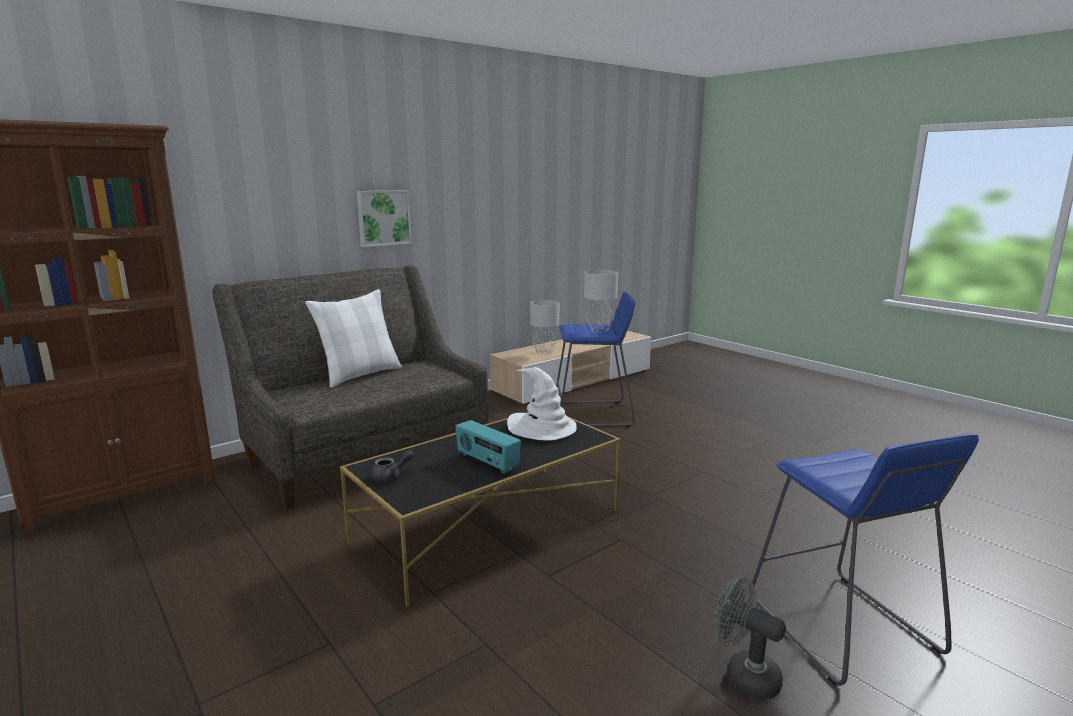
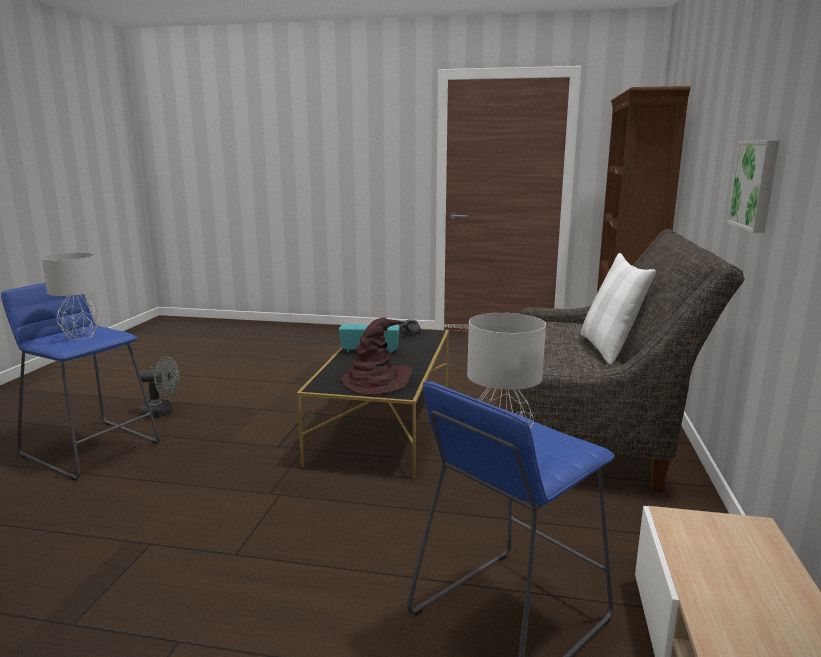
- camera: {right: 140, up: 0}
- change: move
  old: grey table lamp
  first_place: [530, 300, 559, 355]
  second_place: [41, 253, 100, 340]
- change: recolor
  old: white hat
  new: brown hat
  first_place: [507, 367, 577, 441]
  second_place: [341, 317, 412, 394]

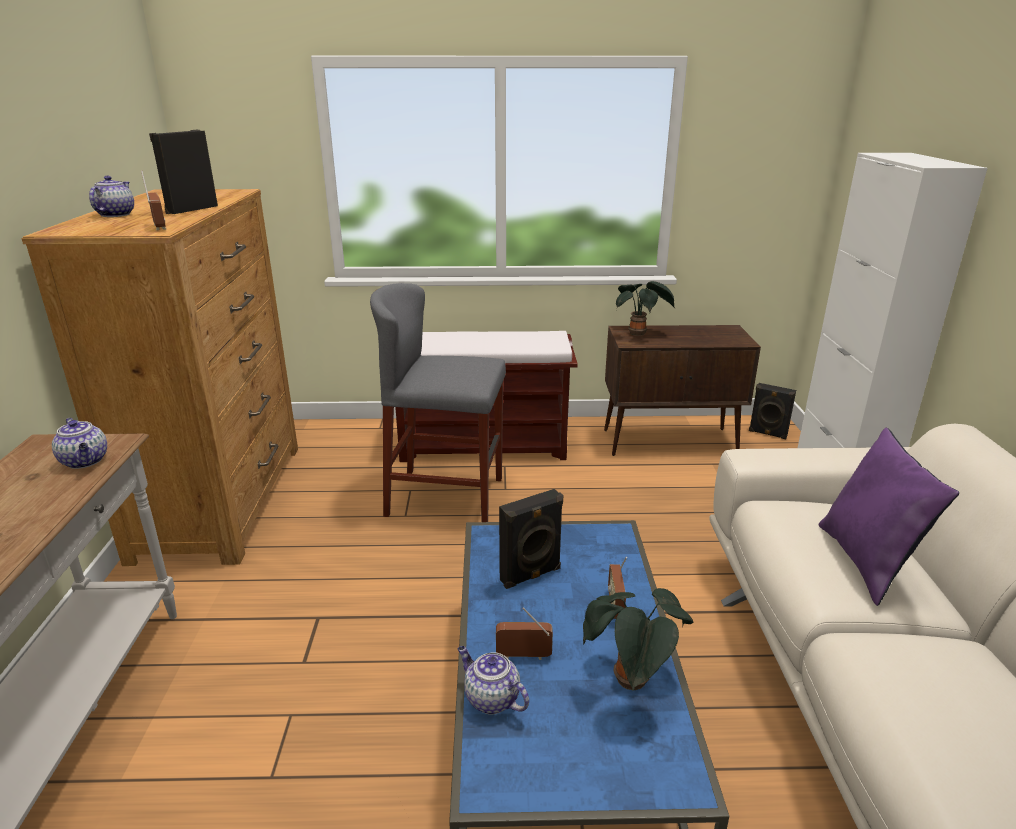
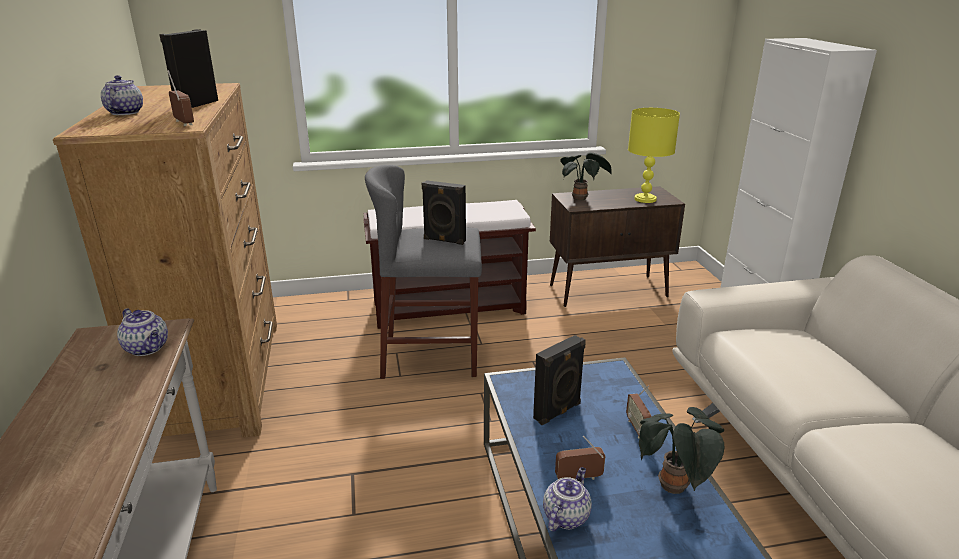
- camera: {right: -10, up: 0}
- change: move
  old: black speaker
  first_place: [749, 383, 796, 439]
  second_place: [422, 180, 466, 245]
- change: rotate
  old: teapot
  first_place: [458, 646, 529, 715]
  second_place: [543, 467, 592, 532]
  degrees: 90
- change: insert
  new: yellow table lamp
  second_place: [628, 108, 680, 203]
- change: delete
  old: purple pillow
  first_place: [819, 428, 959, 606]

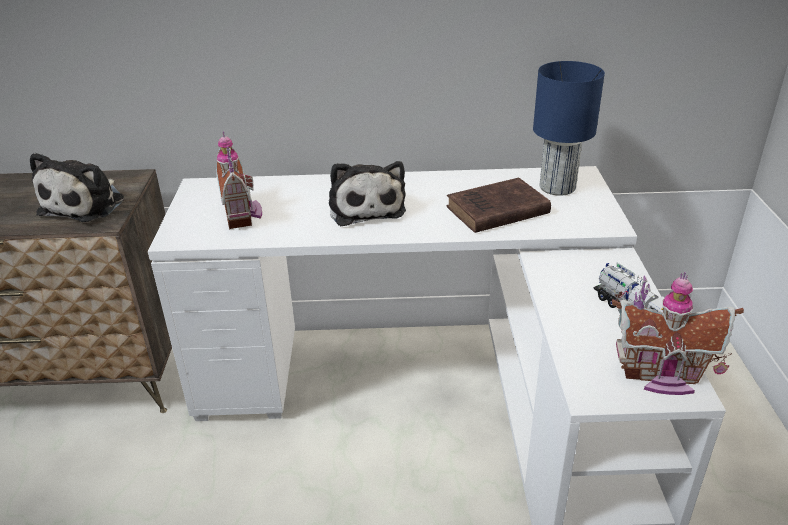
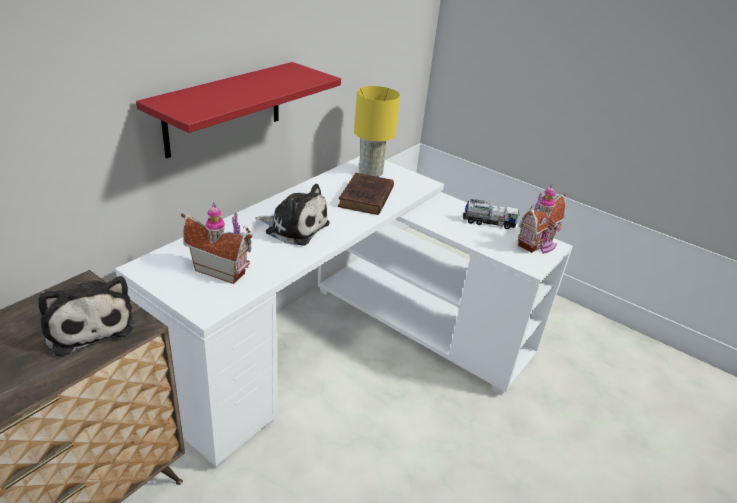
- camera: {right: -55, up: 0}
- change: insert
  new: red shelf
  second_place: [136, 62, 341, 158]
- change: recolor
  old: blue table lamp
  new: yellow table lamp
  first_place: [533, 61, 605, 196]
  second_place: [354, 86, 400, 177]

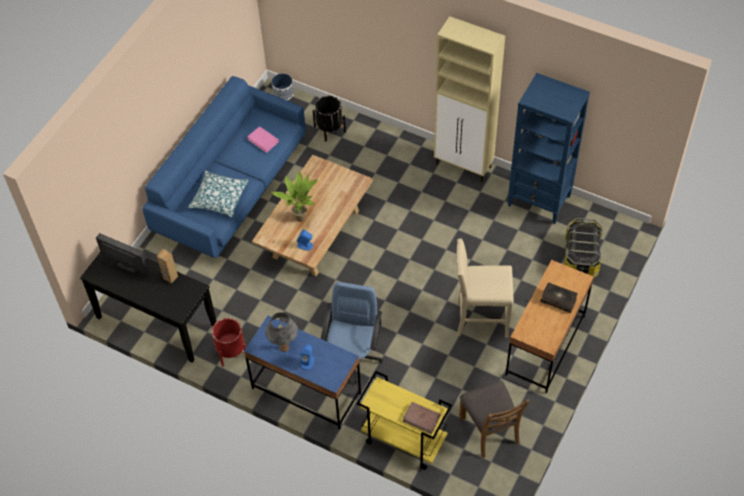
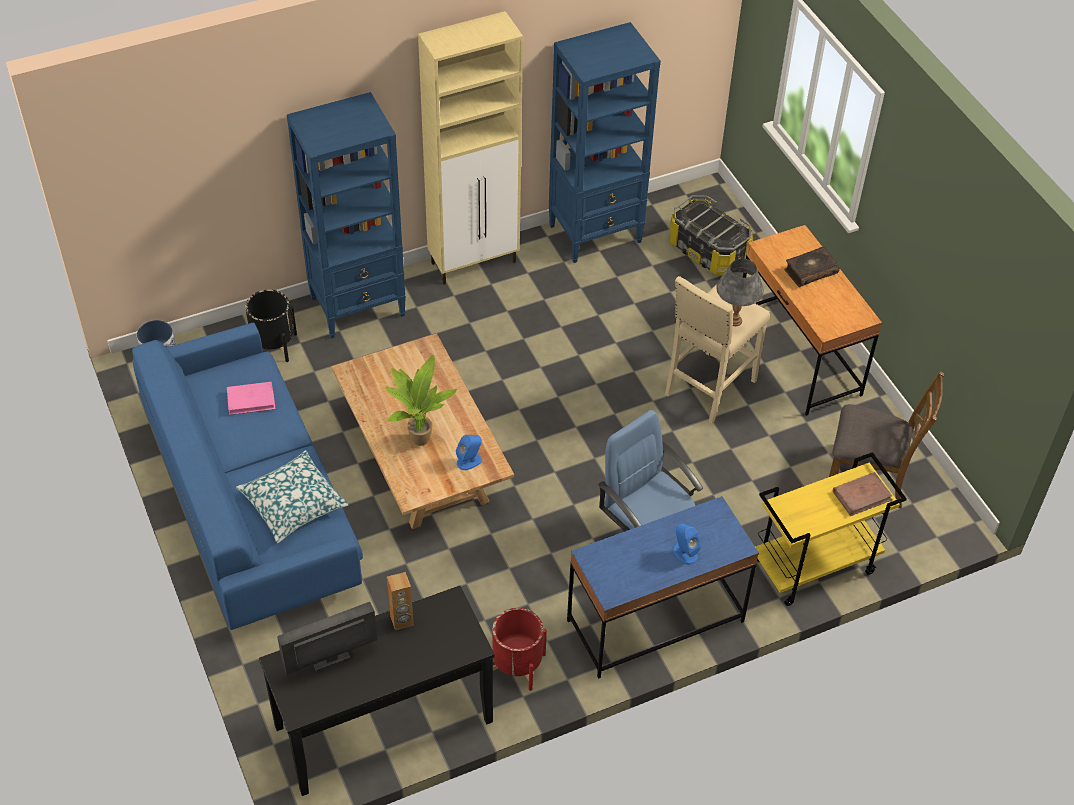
- camera: {right: -55, up: -5}
- change: insert
  new: blue bookcase
  second_place: [287, 92, 406, 339]
- change: move
  old: grey table lamp
  first_place: [265, 312, 298, 352]
  second_place: [716, 259, 764, 326]

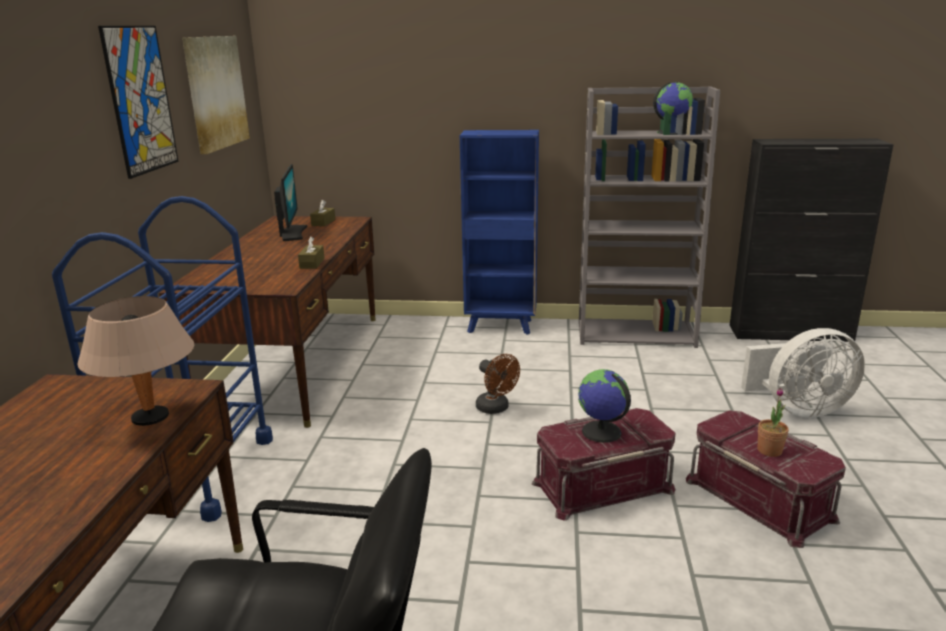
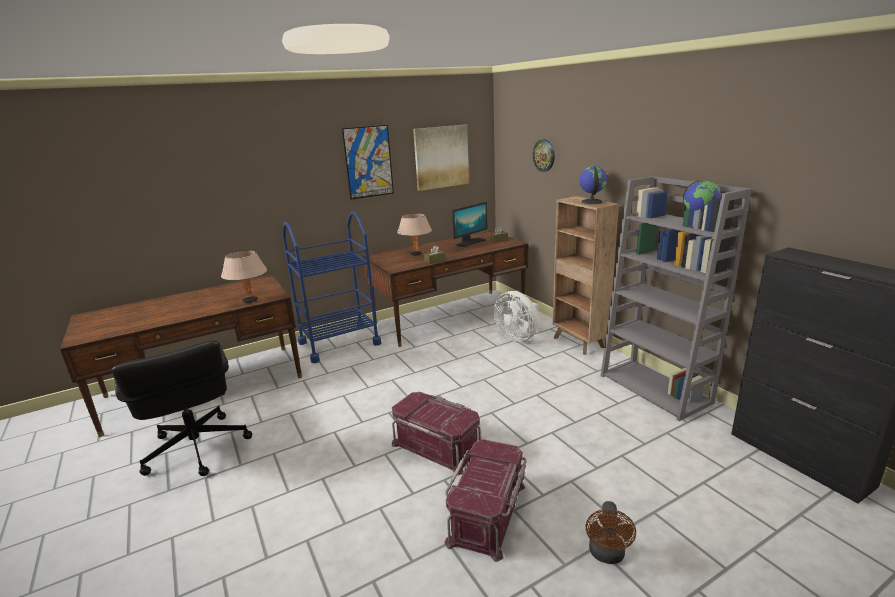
- camera: {right: 55, up: 0}
- change: insert
  new: beige table lamp
  second_place: [397, 213, 432, 256]
- change: move
  old: white fan
  first_place: [741, 328, 865, 418]
  second_place: [494, 291, 539, 342]
- change: insert
  new: wall clock
  second_place: [533, 139, 555, 172]
- change: recolor
  old: blue bookcase
  new: brown bookcase
  first_place: [460, 130, 539, 335]
  second_place: [553, 196, 619, 355]
- change: move
  old: globe
  first_place: [578, 369, 631, 442]
  second_place: [579, 166, 607, 205]
- change: move
  old: brown fan
  first_place: [476, 354, 520, 414]
  second_place: [586, 501, 636, 564]
- change: delete
  old: potted plant
  first_place: [758, 388, 789, 457]

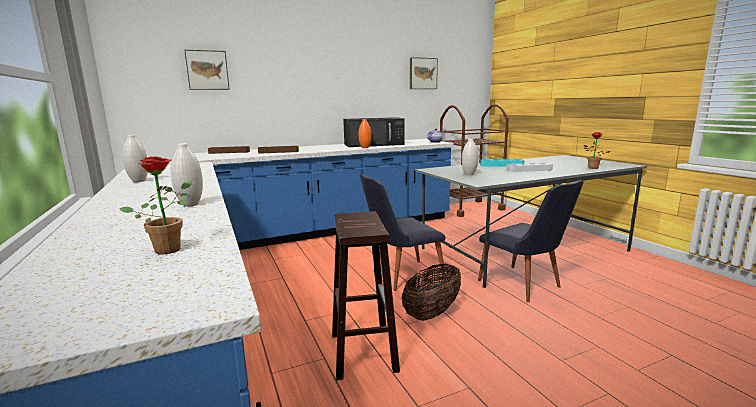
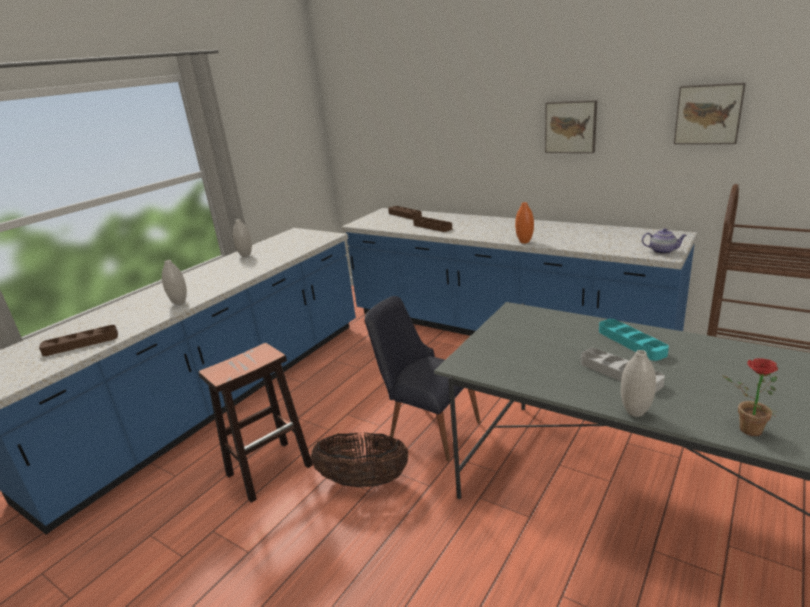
- camera: {right: 60, up: 10}
- change: replace
  old: potted plant
  new: brown tray
  first_place: [120, 156, 192, 255]
  second_place: [39, 325, 118, 356]
- change: move
  old: picture
  first_place: [184, 50, 229, 90]
  second_place: [545, 100, 597, 153]
- change: move
  old: white vase
  first_place: [462, 139, 478, 175]
  second_place: [621, 350, 656, 417]
- change: delete
  old: black microwave
  first_place: [343, 117, 405, 147]
- change: delete
  old: black chair
  first_place: [478, 180, 584, 302]

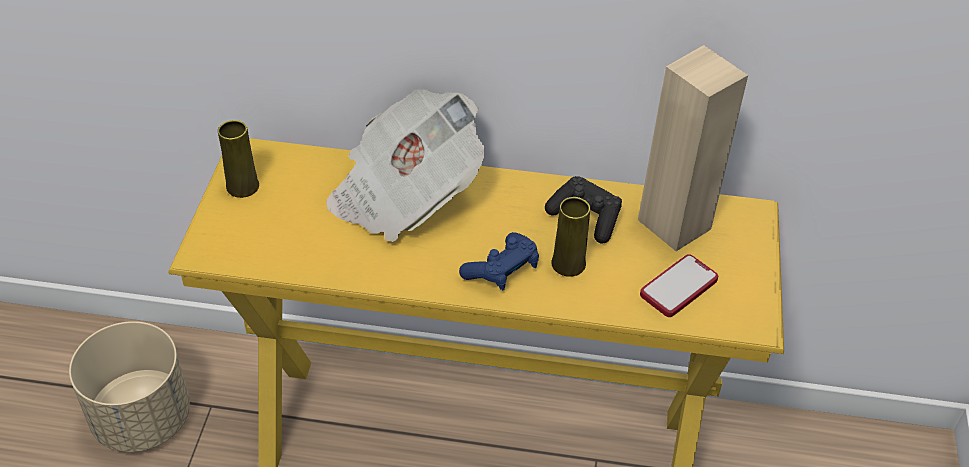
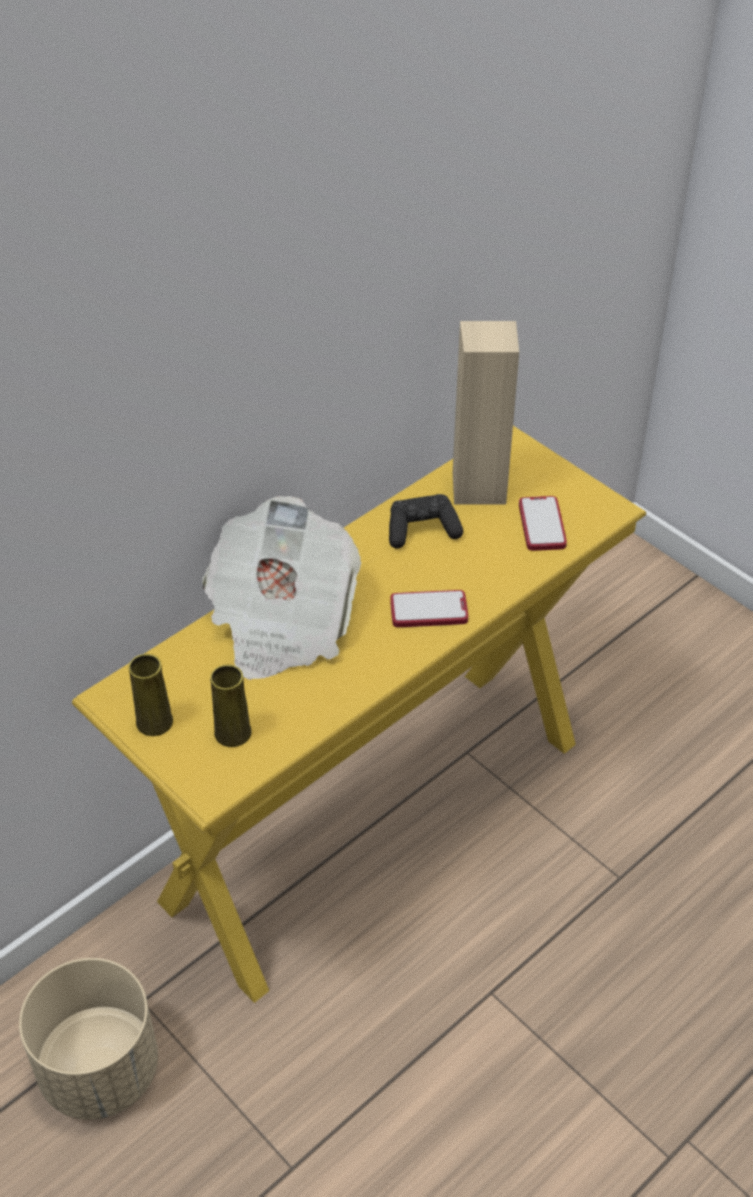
- camera: {right: -50, up: 0}
- change: move
  old: yellow vase
  first_place: [551, 197, 590, 277]
  second_place: [210, 664, 252, 747]
- change: replace
  old: blue game controller
  new: phone
  first_place: [459, 232, 539, 290]
  second_place: [390, 590, 468, 627]

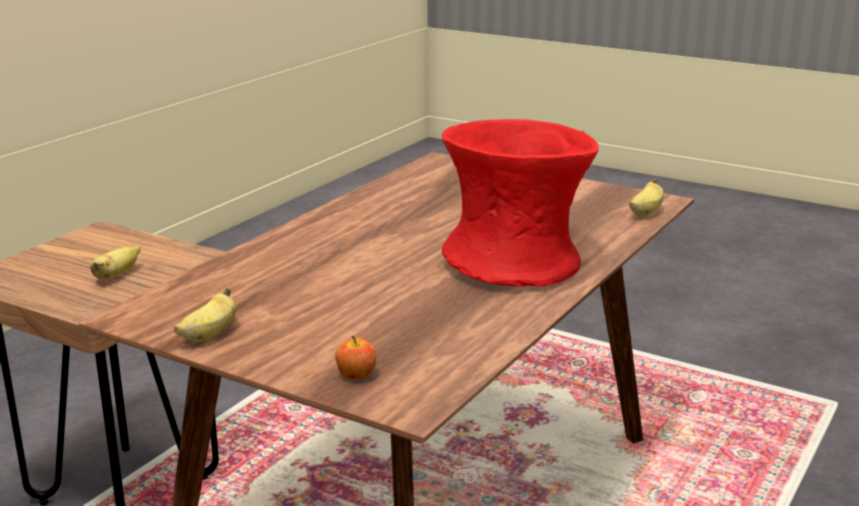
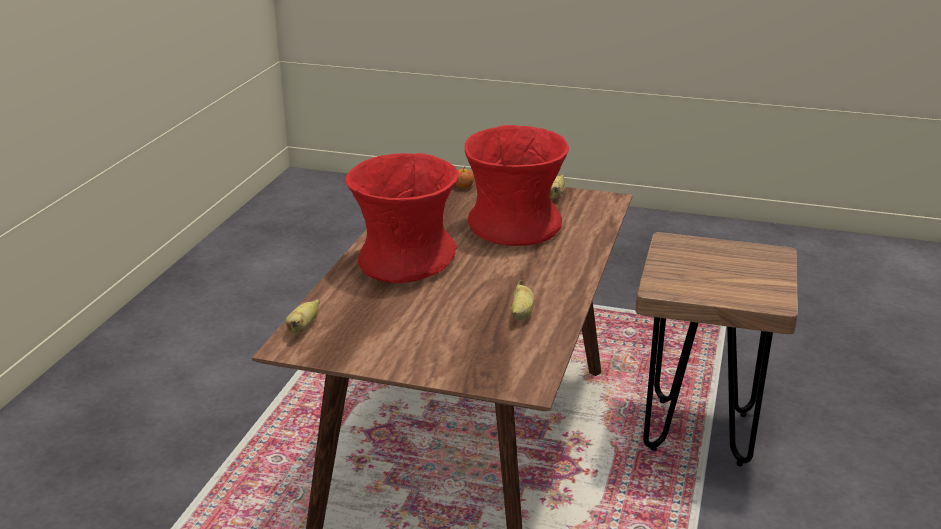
- camera: {right: 165, up: 5}
- change: insert
  new: red vase
  second_place: [465, 125, 569, 246]
- change: move
  old: banana
  first_place: [90, 246, 140, 280]
  second_place: [511, 280, 534, 320]

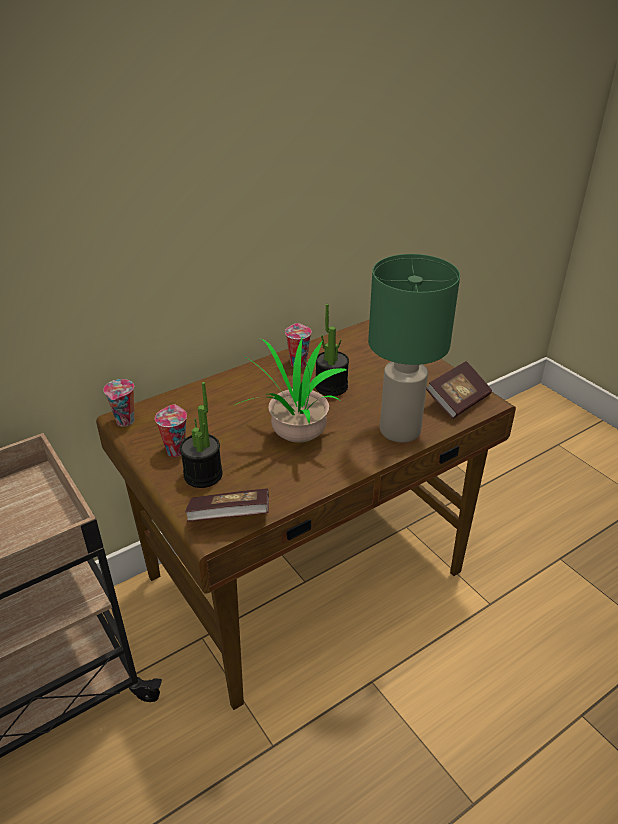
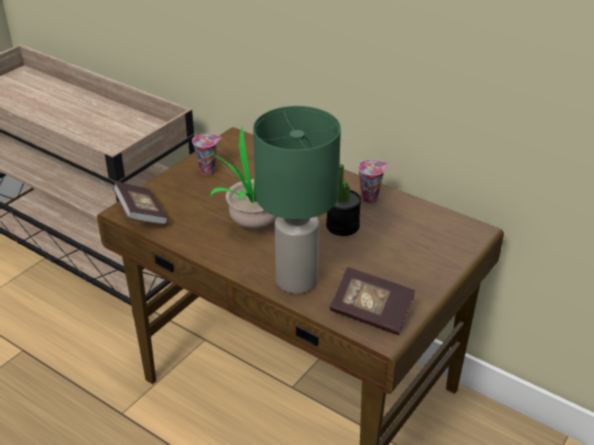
- camera: {right: 70, up: 0}
- change: delete
  old: cup
  first_place: [103, 379, 134, 427]
- change: delete
  old: potted plant
  first_place: [180, 382, 223, 488]

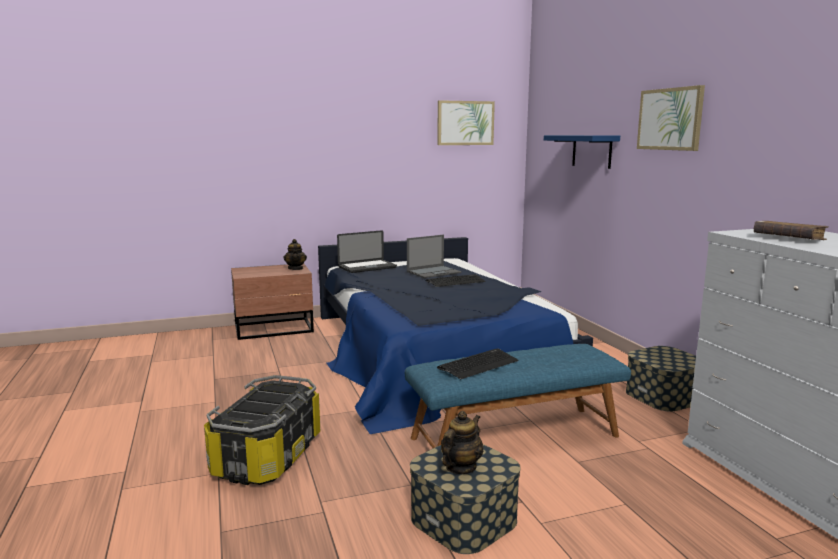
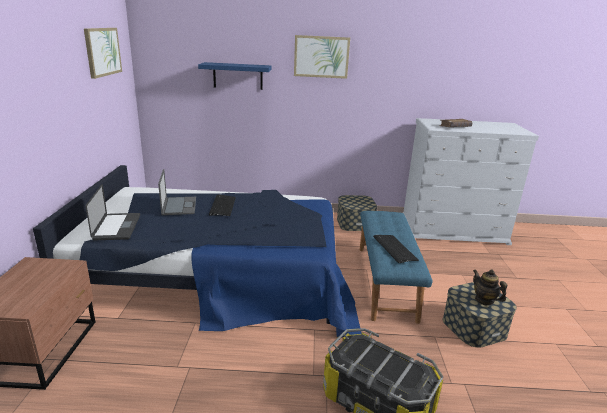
- camera: {right: -70, up: 10}
- change: delete
  old: teapot
  first_place: [283, 239, 307, 270]

